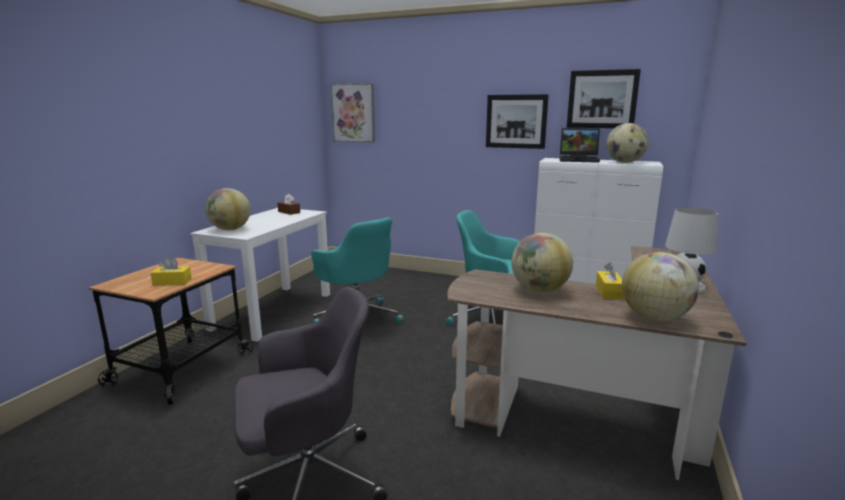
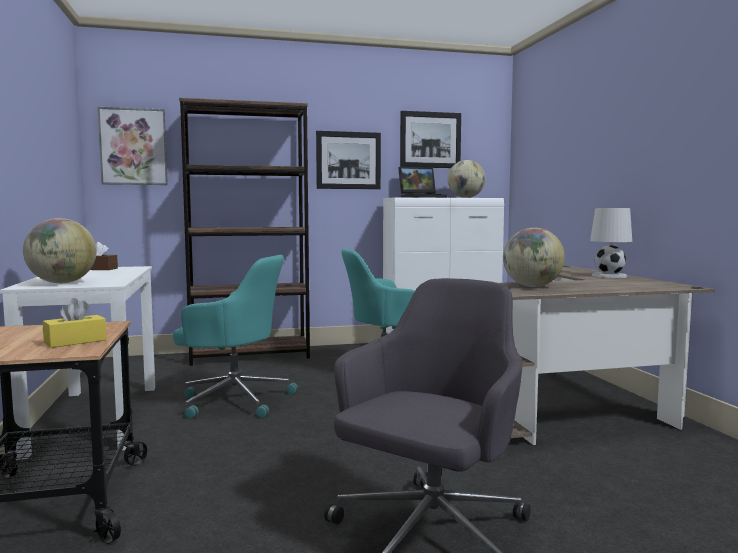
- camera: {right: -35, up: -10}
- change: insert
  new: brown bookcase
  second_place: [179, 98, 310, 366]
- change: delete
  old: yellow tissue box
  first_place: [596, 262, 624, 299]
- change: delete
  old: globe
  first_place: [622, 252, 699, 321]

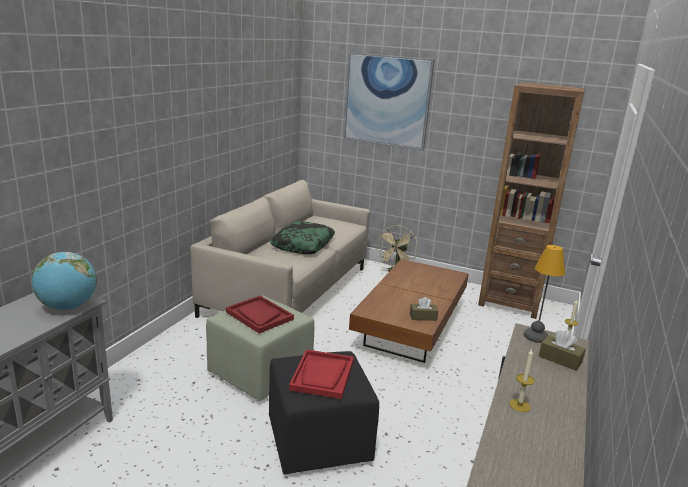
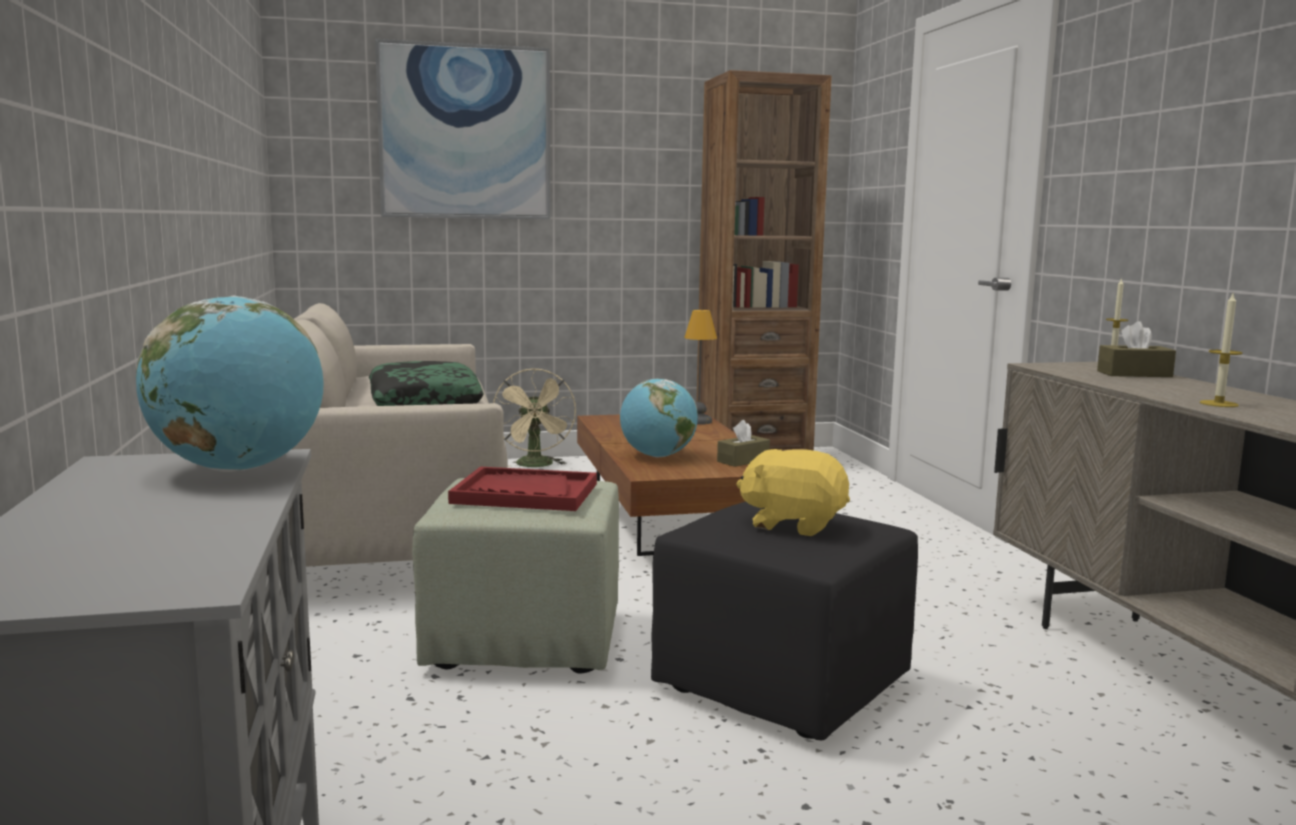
- camera: {right: -35, up: -10}
- change: insert
  new: globe
  second_place: [620, 379, 698, 458]
- change: move
  old: table lamp
  first_place: [524, 245, 565, 343]
  second_place: [684, 310, 717, 425]
- change: replace
  old: red tray
  new: yellow plush toy
  first_place: [289, 349, 354, 399]
  second_place: [736, 449, 850, 536]

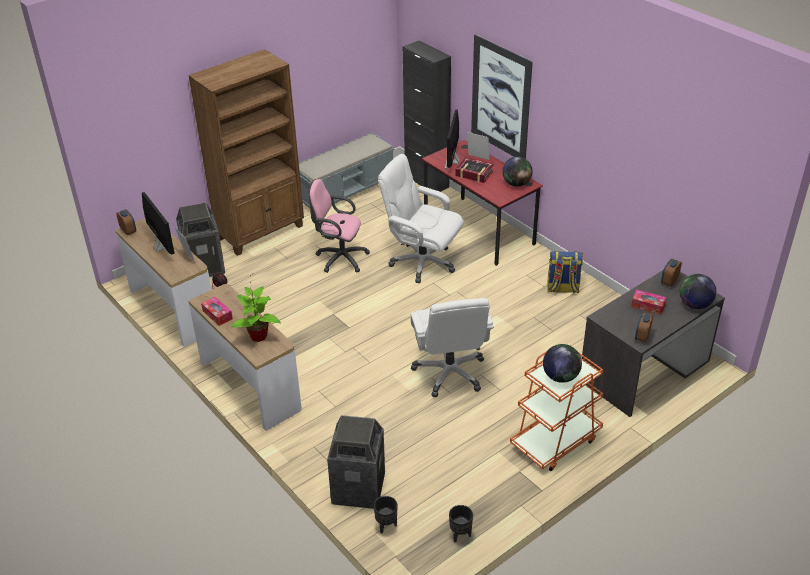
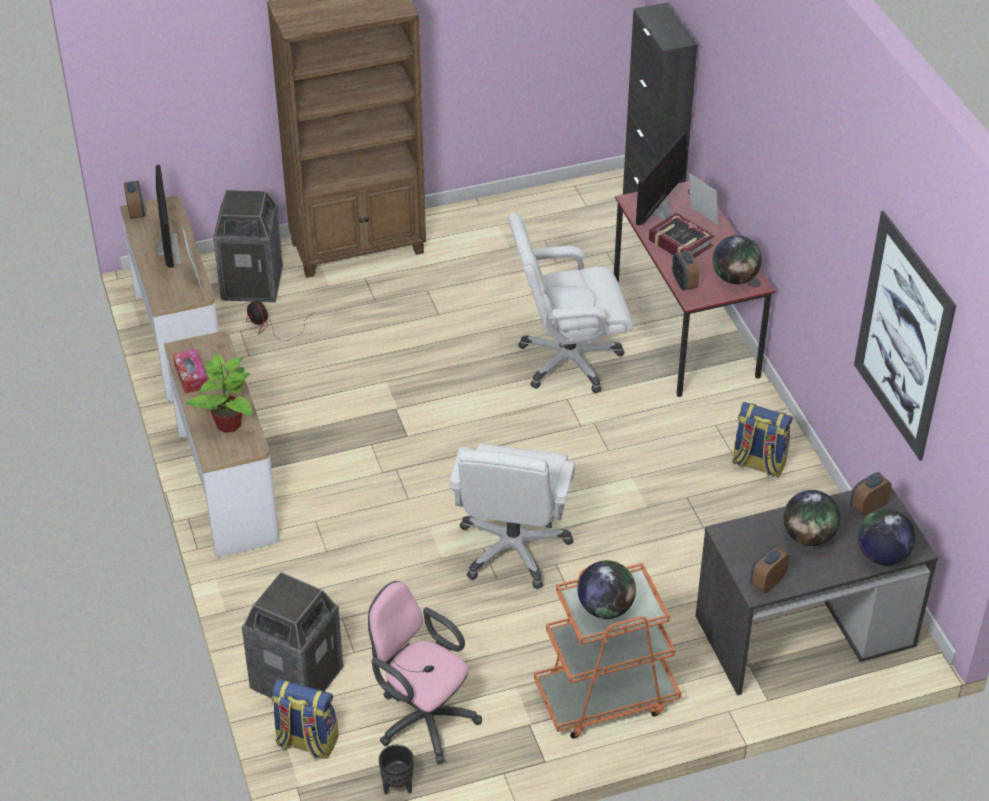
- camera: {right: 20, up: 5}
- change: replace
  old: black planter
  new: backpack
  first_place: [374, 496, 398, 533]
  second_place: [272, 679, 339, 759]
- change: move
  old: pink office chair
  first_place: [308, 179, 370, 273]
  second_place: [368, 581, 482, 764]
- change: rotate
  old: white office chair
  first_place: [378, 154, 464, 283]
  second_place: [508, 213, 633, 393]
  degrees: -60
- change: insert
  new: alarm clock
  second_place: [672, 250, 699, 291]
- change: replace
  old: tissue box
  new: globe
  first_place: [631, 290, 667, 314]
  second_place: [783, 490, 840, 546]
- change: move
  old: picture
  first_place: [471, 34, 533, 159]
  second_place: [854, 211, 956, 461]
- change: delete
  old: grey bench
  first_place: [299, 132, 394, 208]

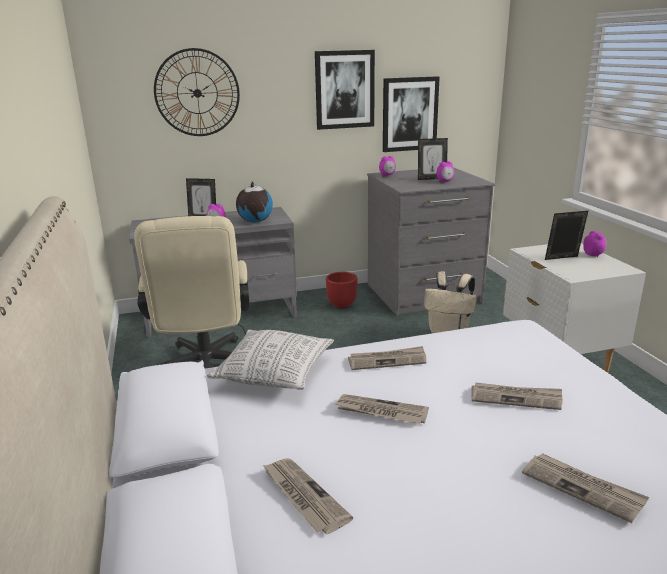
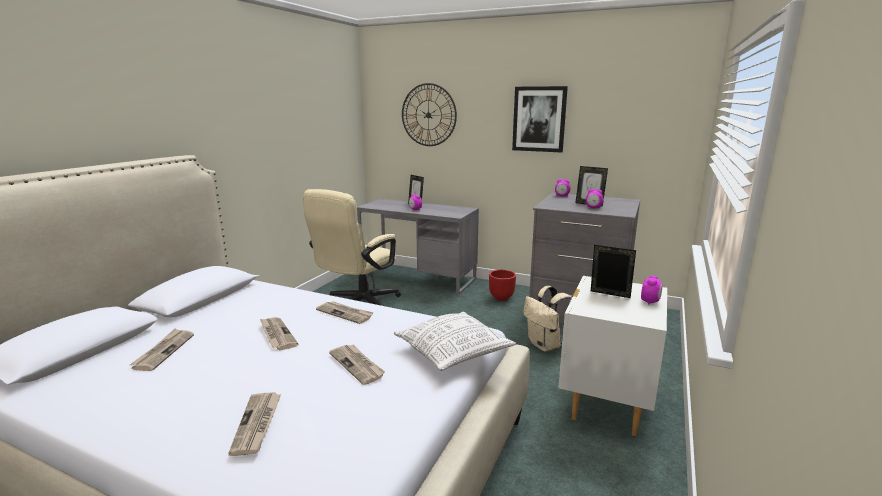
- camera: {right: 40, up: -5}
- change: move
  old: pillow
  first_place: [207, 330, 334, 390]
  second_place: [394, 312, 516, 371]
- change: delete
  old: globe
  first_place: [236, 181, 273, 223]
- change: delete
  old: picture
  first_place: [383, 76, 440, 152]

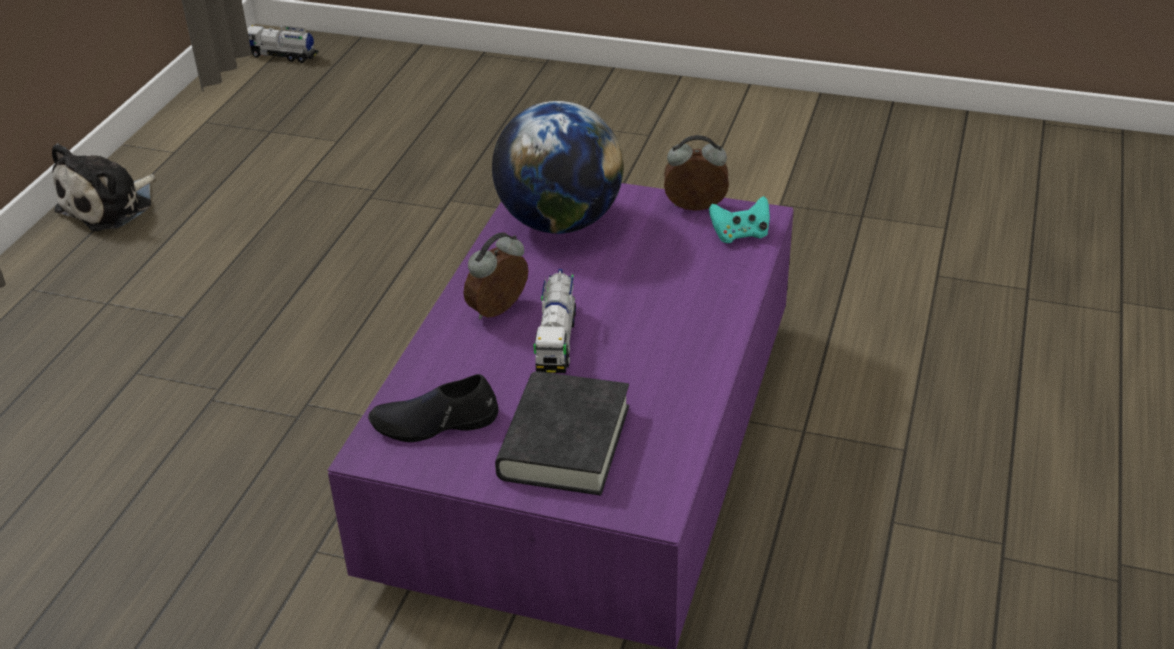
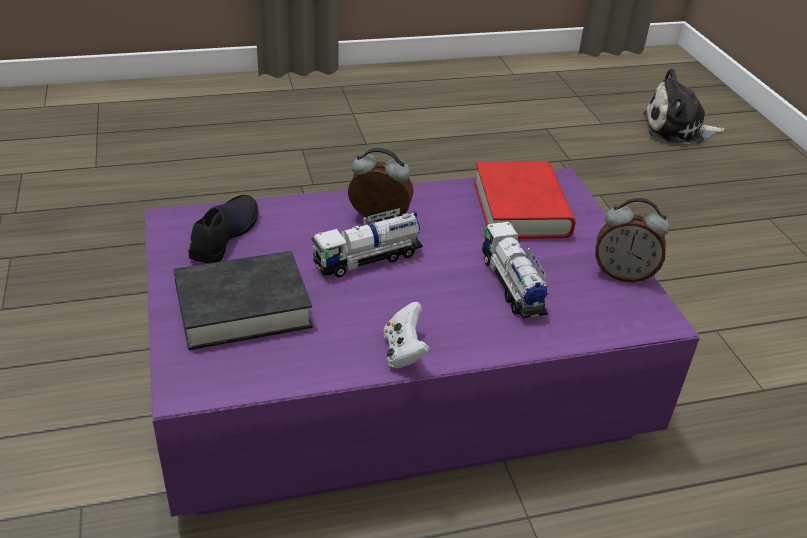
- camera: {right: 55, up: 0}
- change: rotate
  old: black shoe
  first_place: [368, 374, 499, 442]
  second_place: [188, 195, 259, 264]
  degrees: 60
- change: insert
  new: white game controller
  second_place: [384, 302, 430, 368]
- change: replace
  old: globe
  new: red book
  first_place: [492, 101, 623, 234]
  second_place: [474, 162, 575, 239]
- change: move
  old: toy truck
  first_place: [247, 25, 319, 63]
  second_place: [482, 222, 548, 318]
- change: rotate
  old: alarm clock
  first_place: [664, 135, 729, 211]
  second_place: [595, 198, 669, 283]
  degrees: 135
- change: move
  old: plush toy
  first_place: [52, 143, 155, 231]
  second_place: [643, 68, 725, 144]
- change: delete
  old: turquoise game controller
  first_place: [709, 196, 770, 243]

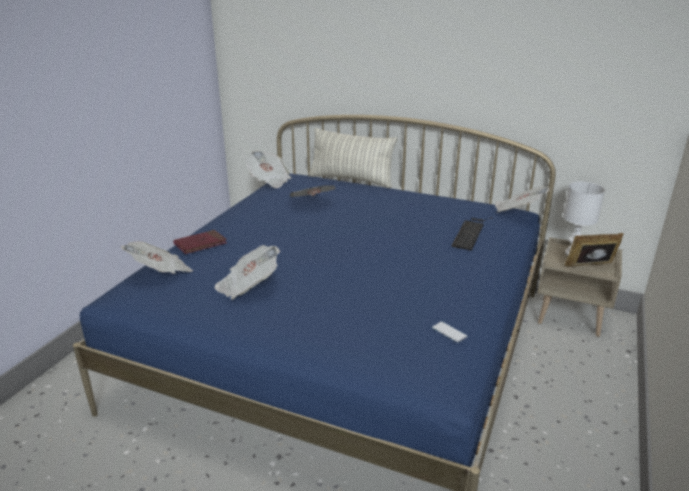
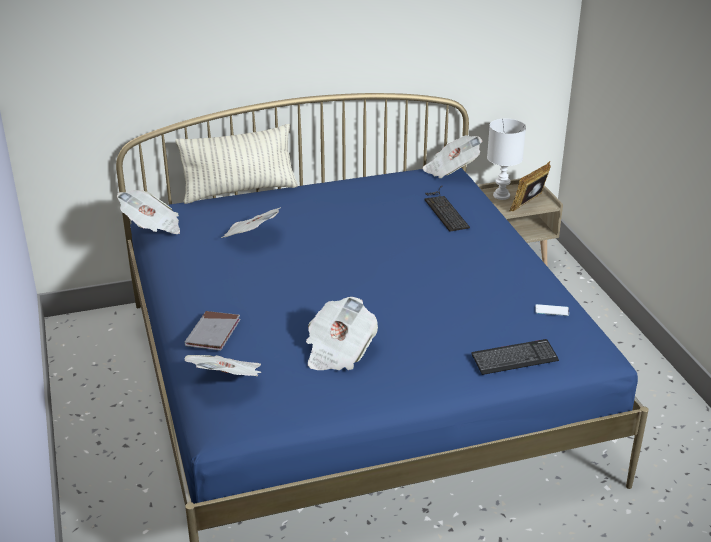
- camera: {right: -40, up: 5}
- change: recolor
  old: red book
  new: grey book
  first_place: [173, 230, 227, 254]
  second_place: [185, 311, 241, 351]
- change: insert
  new: keyboard
  second_place: [471, 339, 559, 375]

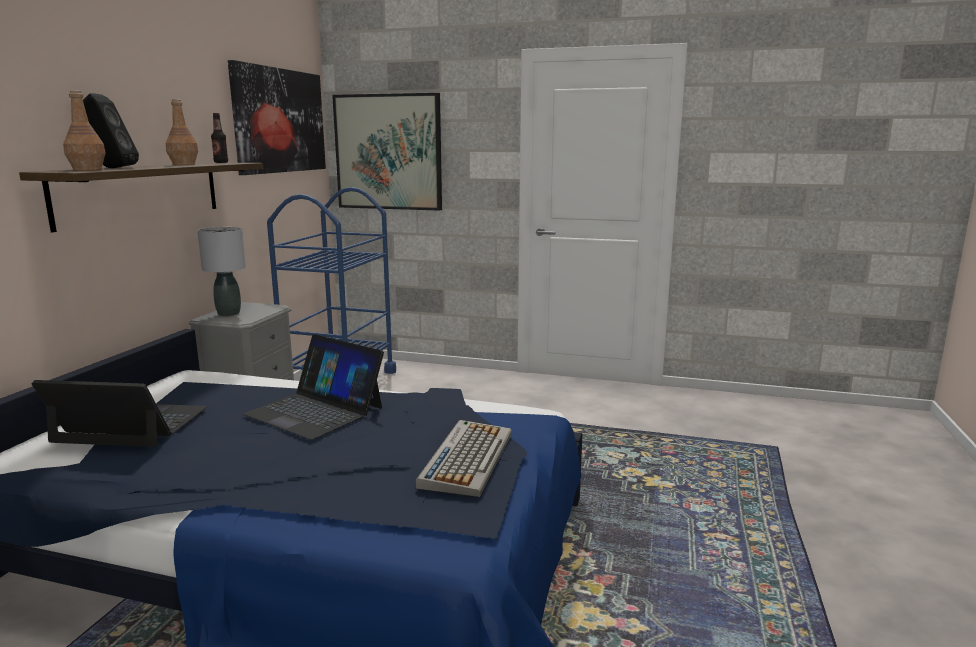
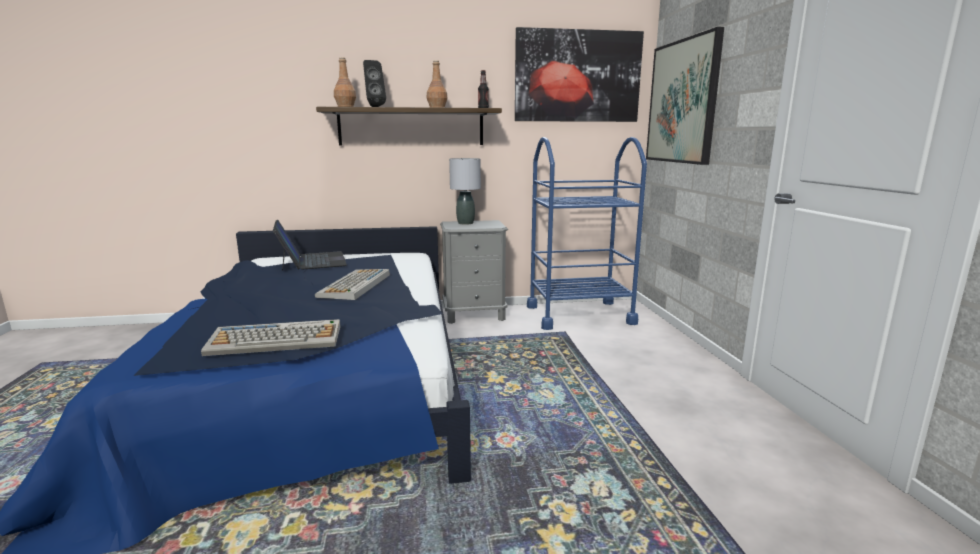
- camera: {right: 65, up: 0}
- change: replace
  old: laptop
  new: keyboard
  first_place: [243, 334, 384, 440]
  second_place: [315, 269, 390, 300]

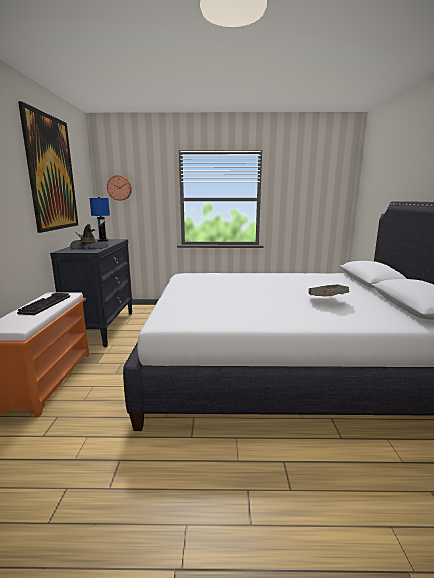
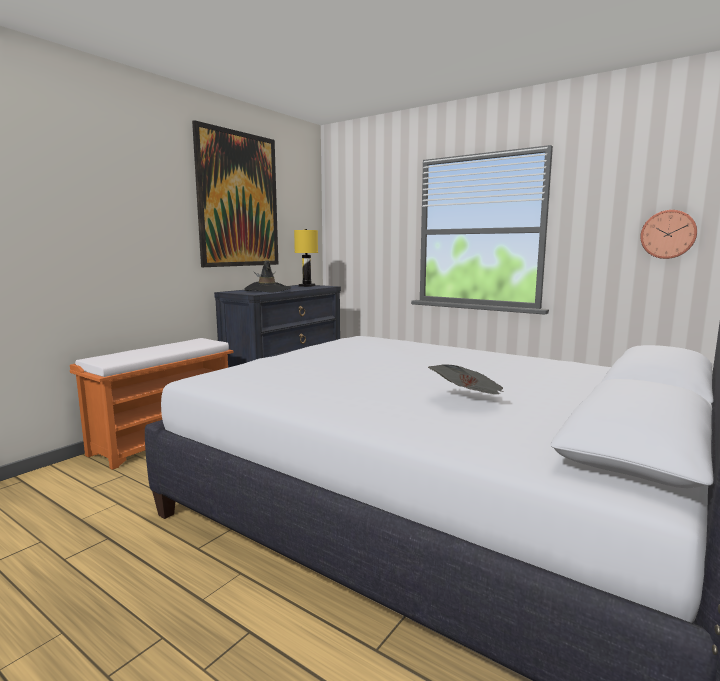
- camera: {right: 35, up: -5}
- change: recolor
  old: blue table lamp
  new: yellow table lamp
  first_place: [89, 197, 110, 242]
  second_place: [294, 229, 318, 287]
- change: move
  old: wall clock
  first_place: [107, 175, 132, 201]
  second_place: [640, 210, 697, 259]
- change: delete
  old: keyboard
  first_place: [17, 293, 70, 315]

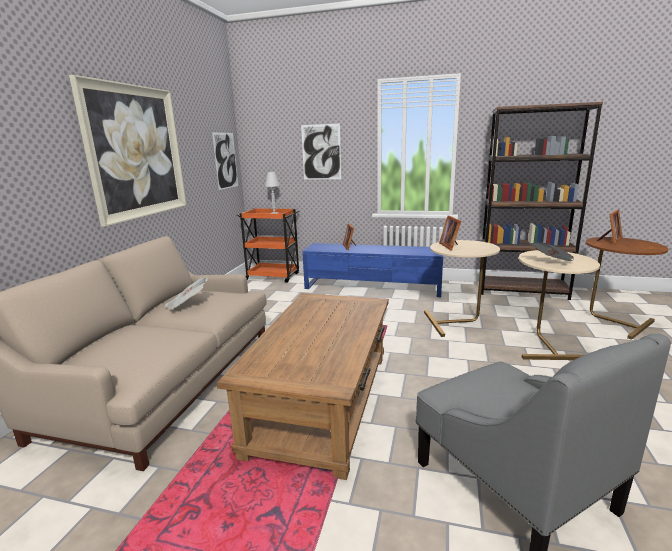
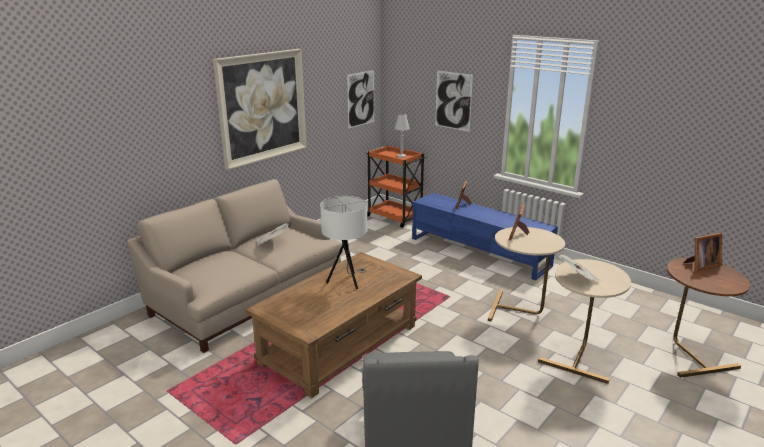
- camera: {right: 25, up: 5}
- change: insert
  new: white table lamp
  second_place: [320, 196, 367, 289]
- change: delete
  old: brown bookcase
  first_place: [481, 102, 603, 300]

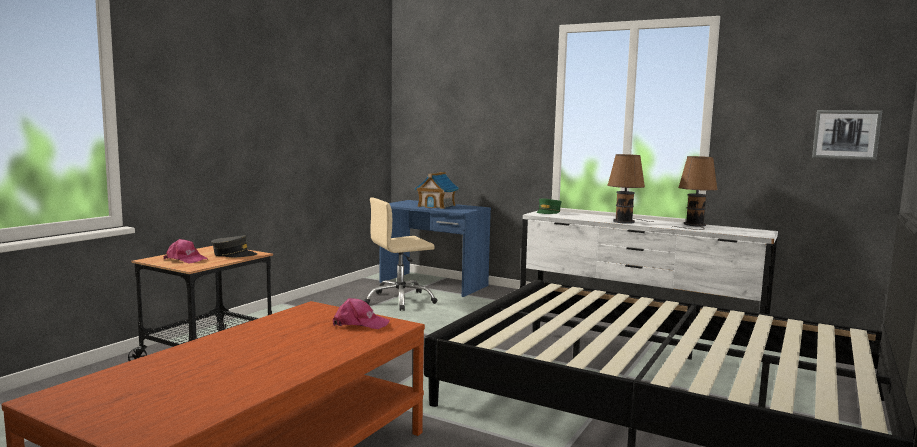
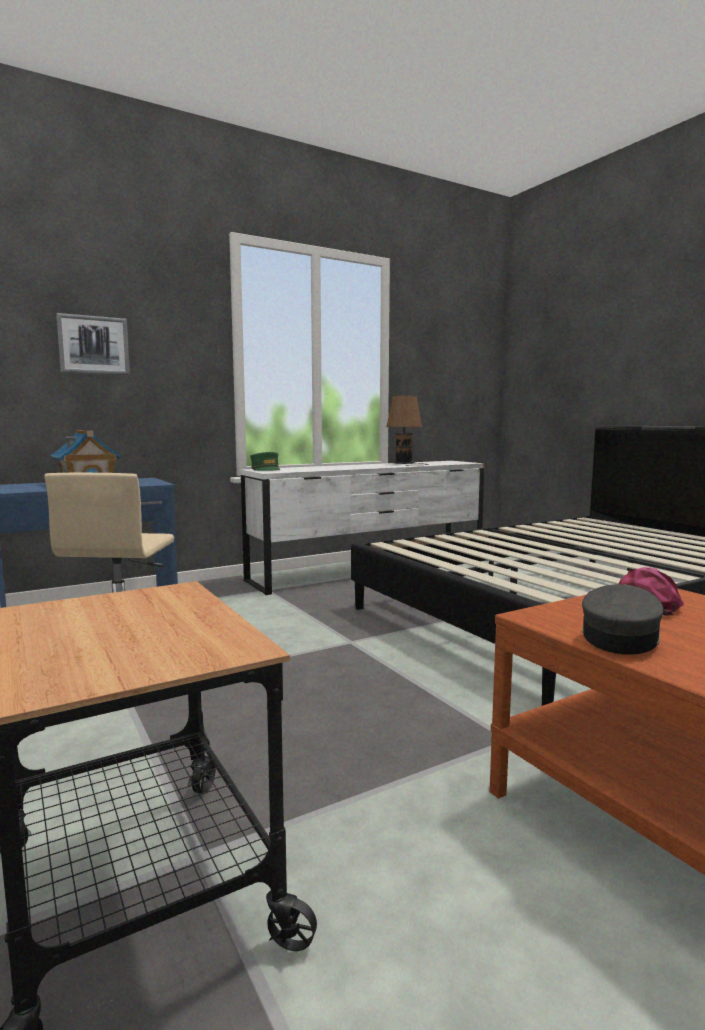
- camera: {right: -60, up: 0}
- change: move
  old: picture
  first_place: [812, 110, 882, 160]
  second_place: [56, 313, 130, 375]
- change: move
  old: grey cap
  first_place: [211, 235, 257, 257]
  second_place: [581, 584, 664, 655]
- change: delete
  old: pink cap
  first_place: [163, 239, 208, 264]
- change: delete
  old: brown table lamp
  first_place: [607, 154, 654, 224]

